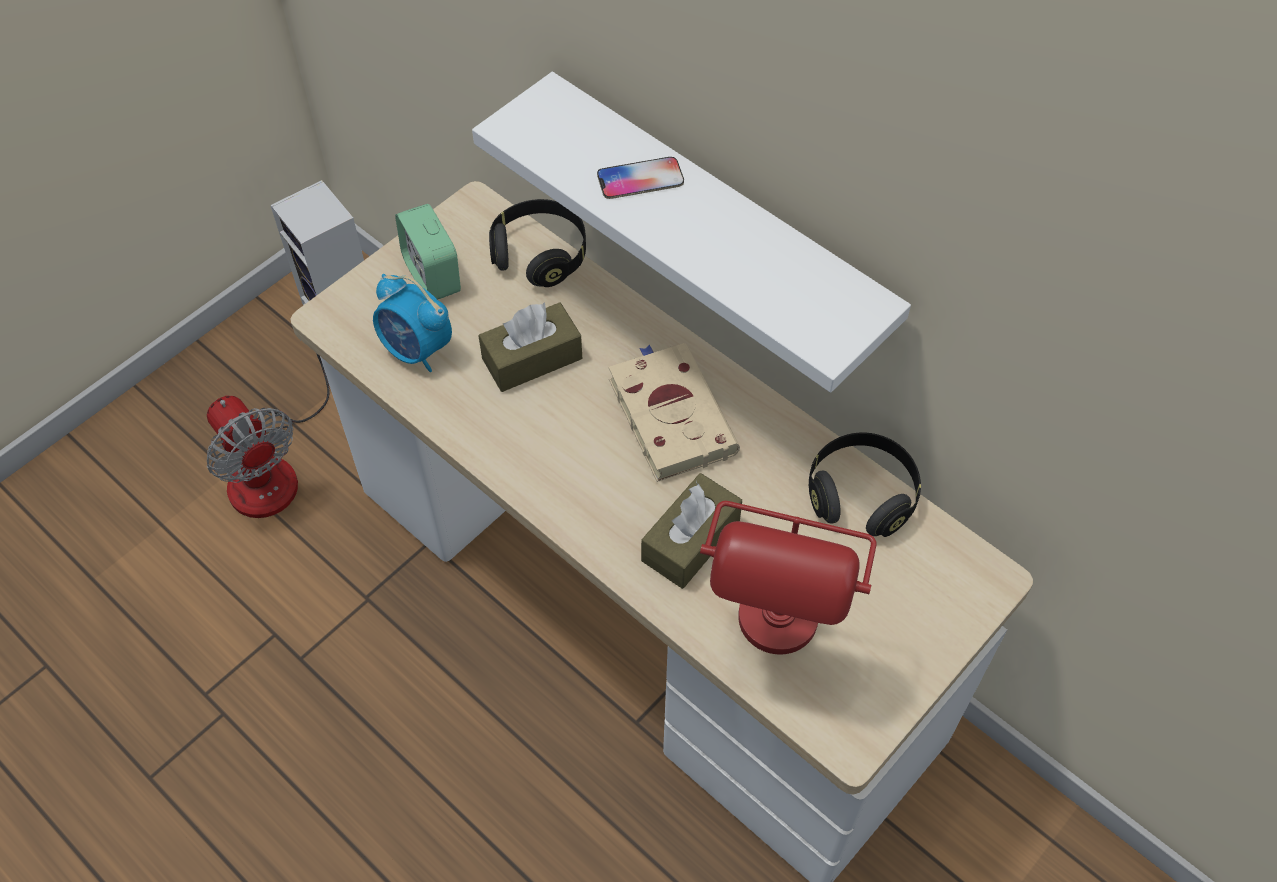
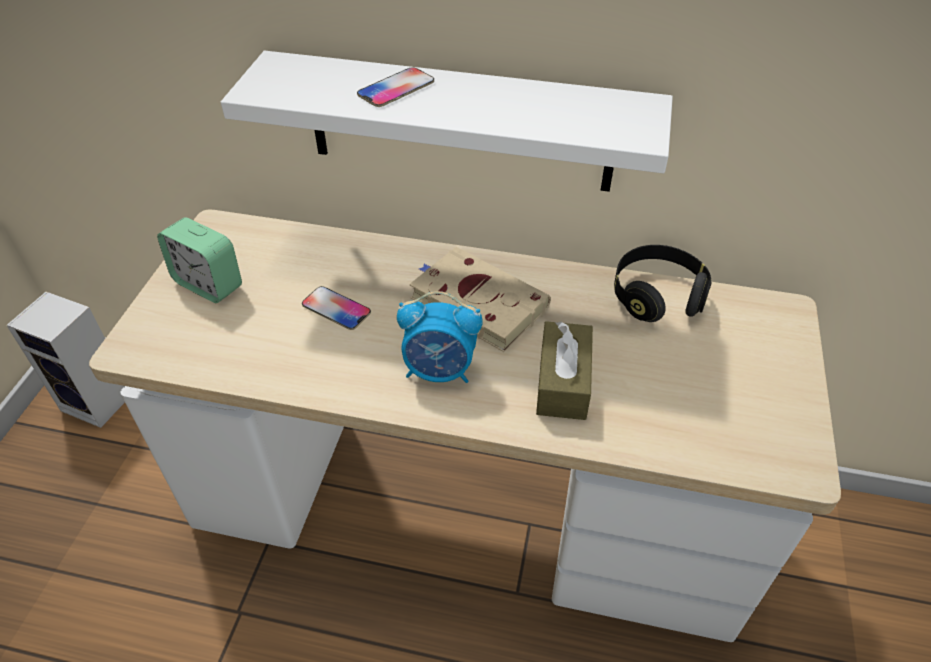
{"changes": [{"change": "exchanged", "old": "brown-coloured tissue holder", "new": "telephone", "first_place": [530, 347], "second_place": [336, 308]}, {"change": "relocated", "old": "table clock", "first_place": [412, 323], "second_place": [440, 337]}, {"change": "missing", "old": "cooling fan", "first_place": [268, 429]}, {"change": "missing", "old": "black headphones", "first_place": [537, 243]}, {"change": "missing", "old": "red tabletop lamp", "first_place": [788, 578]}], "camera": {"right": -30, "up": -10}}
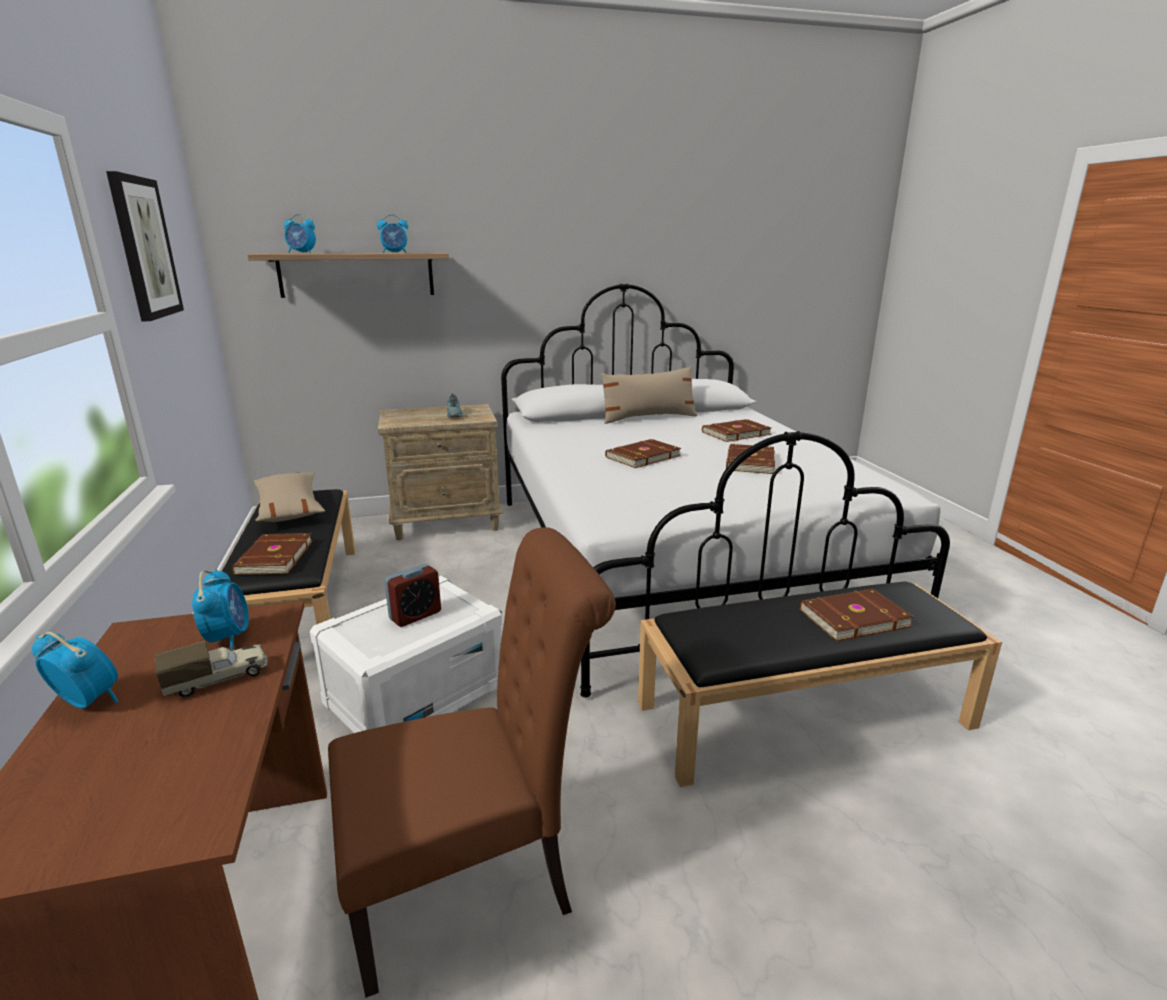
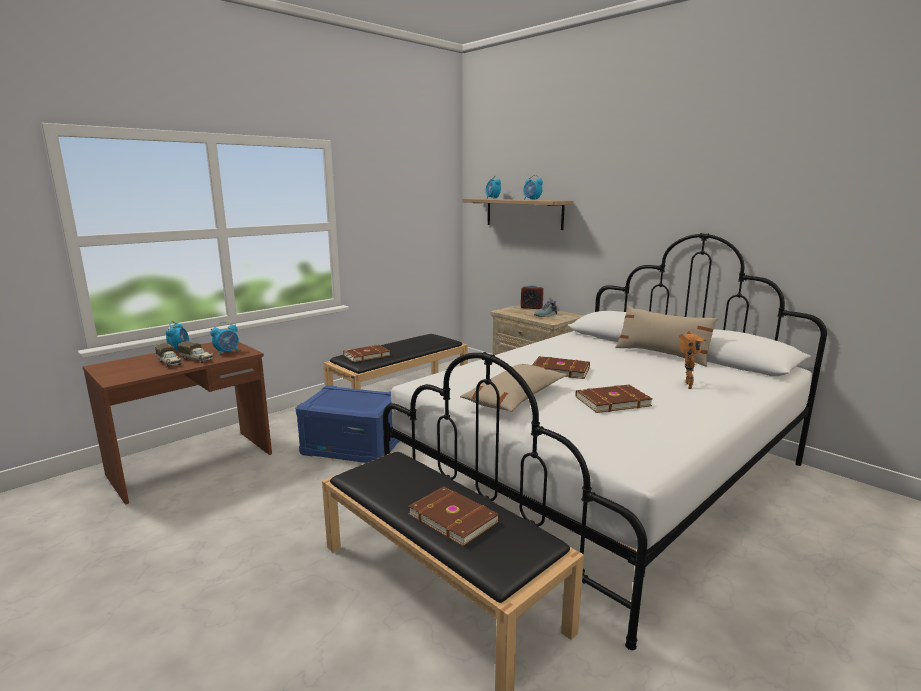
{"changes": [{"change": "appeared", "new": "toy truck", "second_place": [168, 355]}, {"change": "colour", "old": "white-coloured storage container", "new": "bluish storage container", "first_place": [406, 654], "second_place": [348, 424]}, {"change": "relocated", "old": "beige-coloured pillow", "first_place": [289, 497], "second_place": [513, 388]}, {"change": "relocated", "old": "table clock", "first_place": [412, 595], "second_place": [532, 297]}, {"change": "exchanged", "old": "brown-coloured volume", "new": "robot figure", "first_place": [736, 430], "second_place": [692, 360]}, {"change": "missing", "old": "wall picture", "first_place": [145, 246]}, {"change": "missing", "old": "brown-coloured upright chair", "first_place": [472, 762]}], "camera": {"right": 60, "up": -5}}
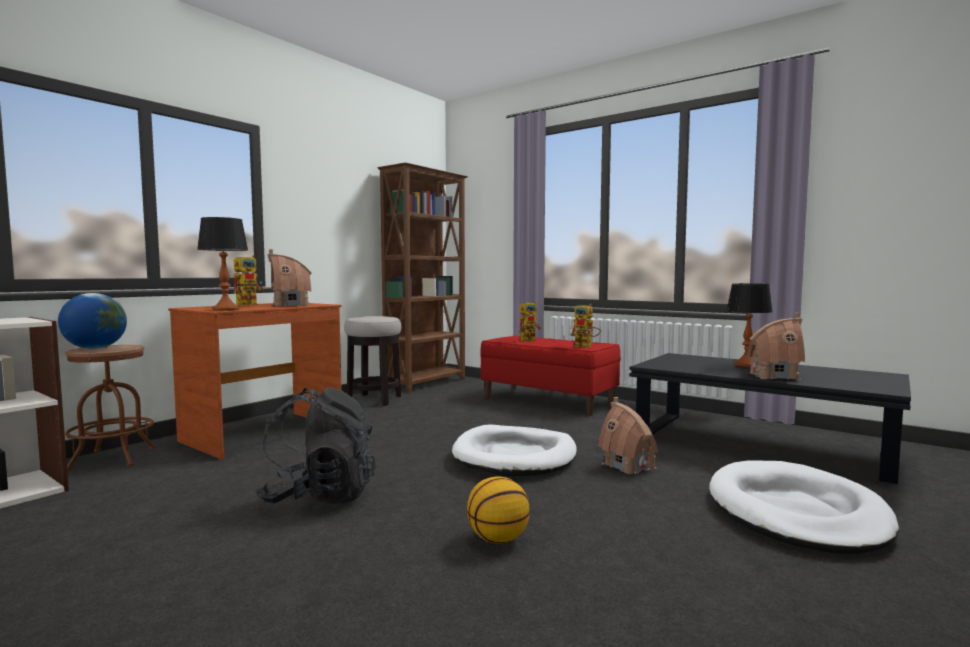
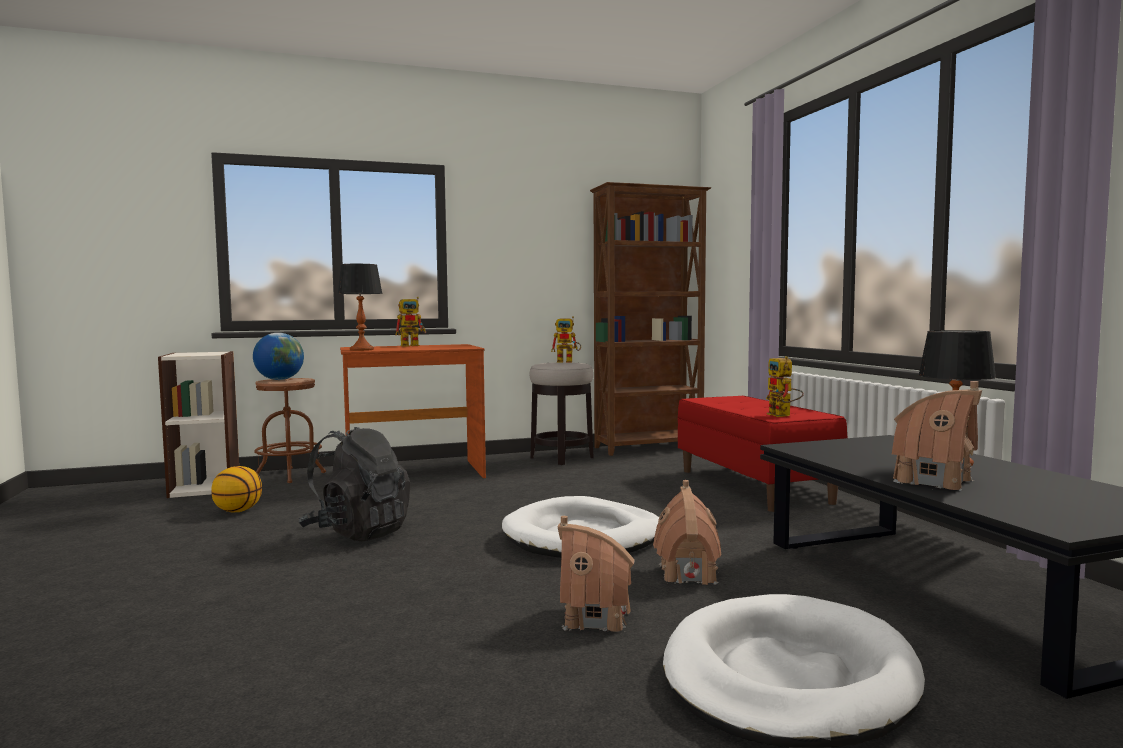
{"changes": [{"change": "relocated", "old": "ball for basketball", "first_place": [498, 509], "second_place": [236, 489]}, {"change": "relocated", "old": "robot figure", "first_place": [530, 321], "second_place": [566, 339]}, {"change": "relocated", "old": "toy house", "first_place": [289, 277], "second_place": [596, 574]}], "camera": {"right": 35, "up": 0}}
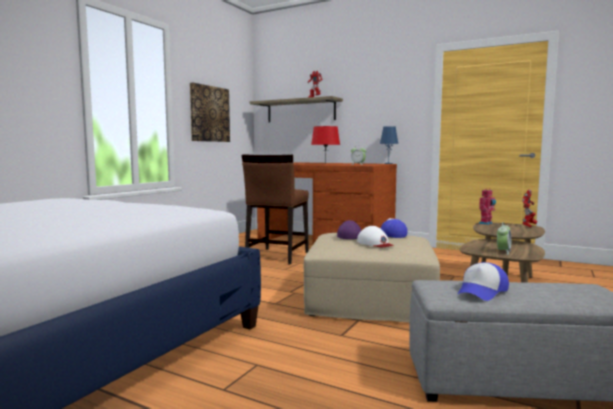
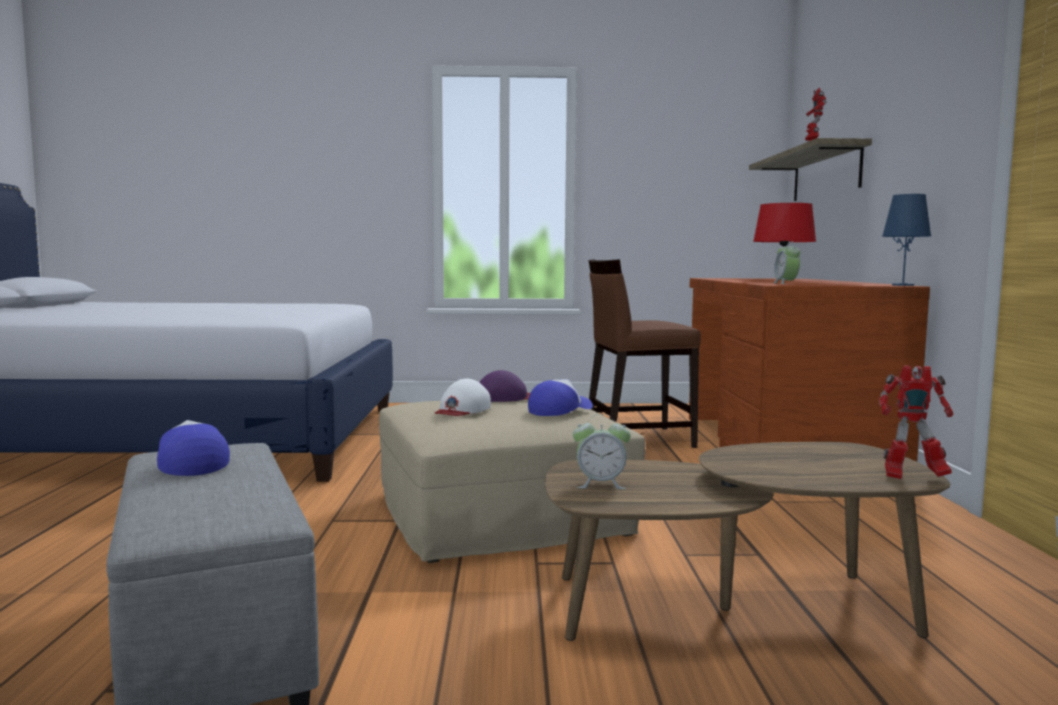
{"changes": [{"change": "spun", "old": "cap", "first_place": [483, 281], "second_place": [193, 448], "degrees": 45}, {"change": "missing", "old": "wall picture", "first_place": [210, 112]}, {"change": "missing", "old": "robot figure", "first_place": [487, 206]}], "camera": {"right": 60, "up": 0}}
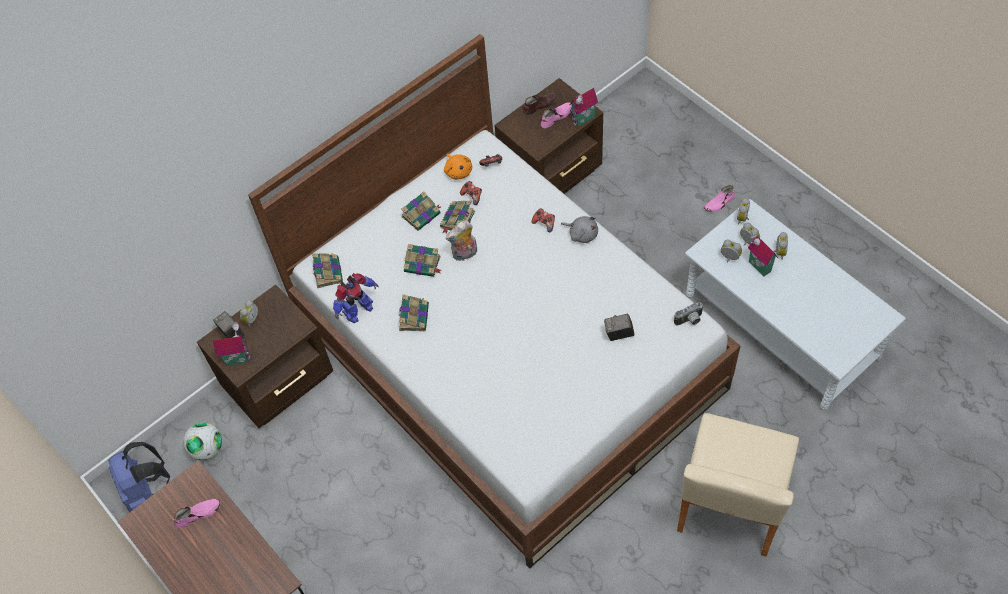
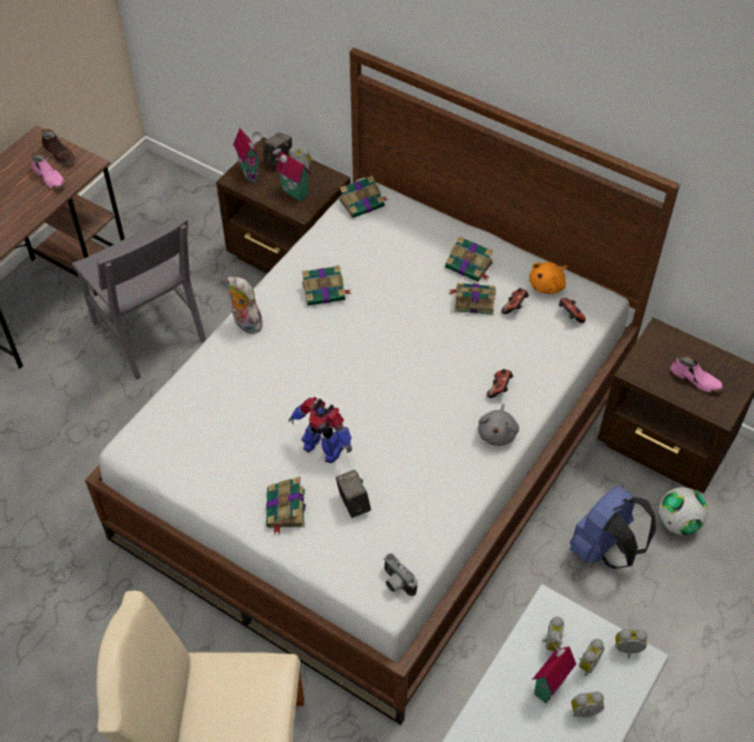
{"changes": [{"change": "relocated", "old": "brown-coloured item of footwear", "first_place": [540, 104], "second_place": [58, 147]}, {"change": "appeared", "new": "greyish upright chair", "second_place": [139, 298]}, {"change": "relocated", "old": "soft toy", "first_place": [461, 241], "second_place": [245, 305]}, {"change": "relocated", "old": "volume", "first_place": [422, 260], "second_place": [286, 505]}, {"change": "relocated", "old": "toy house", "first_place": [584, 107], "second_place": [291, 174]}, {"change": "relocated", "old": "robot figure", "first_place": [355, 298], "second_place": [320, 430]}, {"change": "relocated", "old": "bluish backpack", "first_place": [139, 477], "second_place": [613, 527]}, {"change": "relocated", "old": "football ball", "first_place": [202, 441], "second_place": [683, 511]}, {"change": "missing", "old": "pink-coloured item of footwear", "first_place": [719, 198]}], "camera": {"right": 70, "up": -5}}
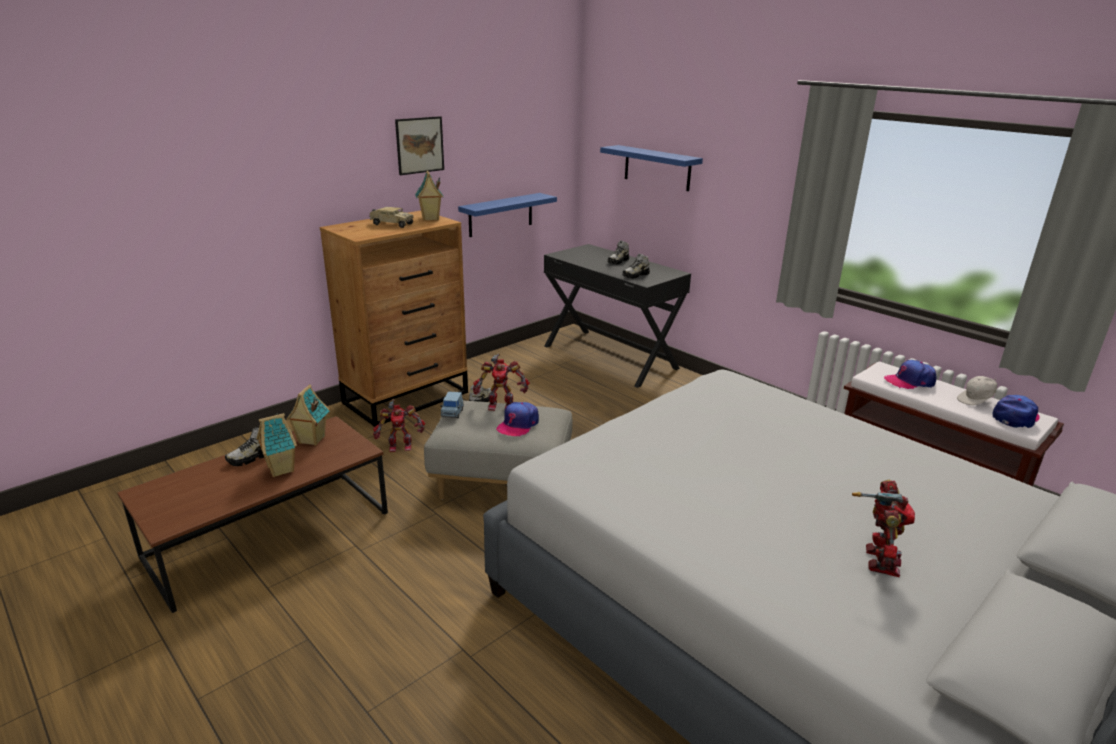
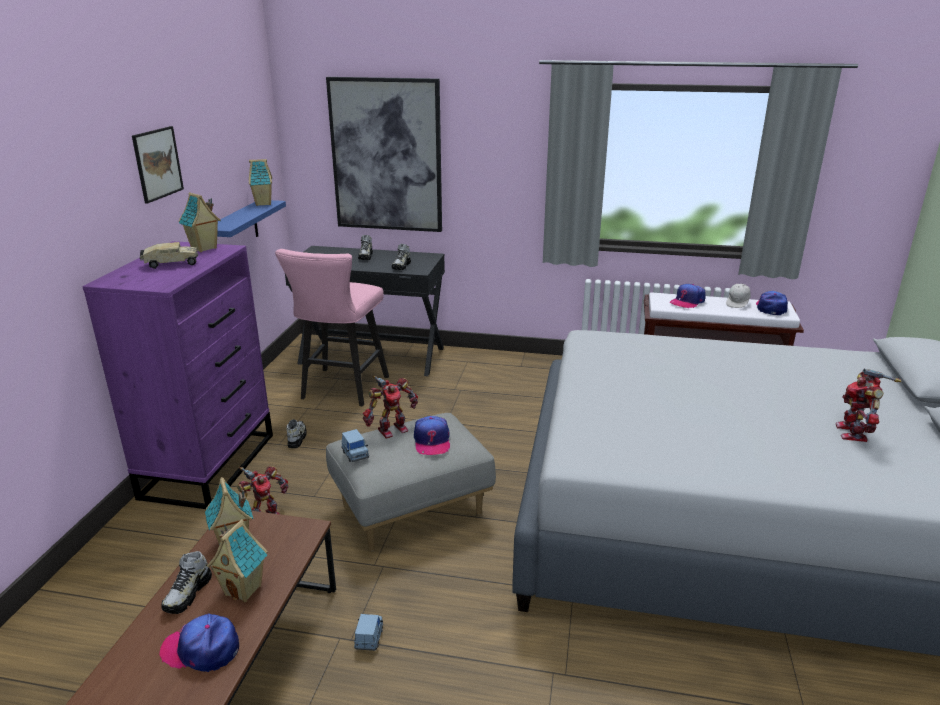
{"changes": [{"change": "colour", "old": "brown-coloured chest of drawers", "new": "purplish chest of drawers", "first_place": [394, 318], "second_place": [178, 375]}, {"change": "appeared", "new": "cap", "second_place": [199, 643]}, {"change": "appeared", "new": "toy house", "second_place": [260, 182]}, {"change": "appeared", "new": "pink-coloured sitting stool", "second_place": [332, 327]}, {"change": "exchanged", "old": "bluish wall shelf", "new": "wall picture", "first_place": [651, 168], "second_place": [384, 154]}, {"change": "appeared", "new": "bluish model car", "second_place": [368, 632]}, {"change": "spun", "old": "robot figure", "first_place": [883, 528], "second_place": [868, 405], "degrees": -150}], "camera": {"right": -35, "up": 0}}
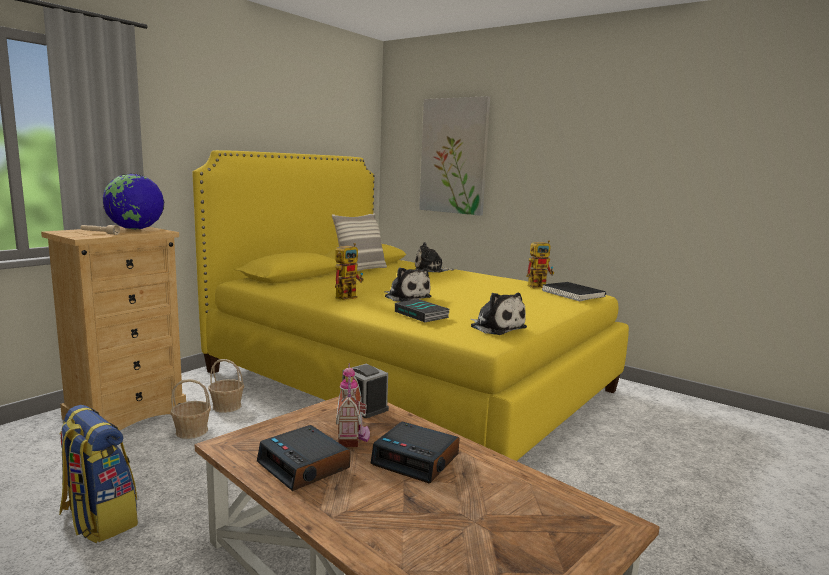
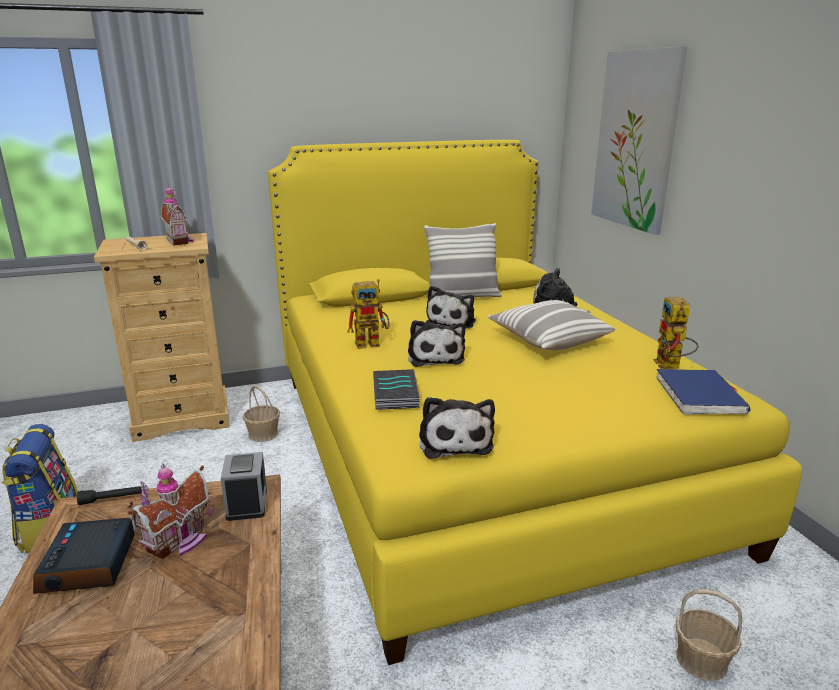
{"changes": [{"change": "appeared", "new": "black flashlight", "second_place": [109, 495]}, {"change": "exchanged", "old": "world globe", "new": "toy house", "first_place": [133, 201], "second_place": [177, 215]}, {"change": "appeared", "new": "soft toy", "second_place": [451, 307]}, {"change": "appeared", "new": "pillow", "second_place": [551, 325]}, {"change": "spun", "old": "robot figure", "first_place": [540, 264], "second_place": [676, 333], "degrees": 75}, {"change": "colour", "old": "black volume", "new": "bluish volume", "first_place": [574, 291], "second_place": [704, 392]}, {"change": "relocated", "old": "household basket", "first_place": [190, 409], "second_place": [709, 635]}, {"change": "missing", "old": "table clock", "first_place": [415, 452]}], "camera": {"right": 35, "up": 10}}
